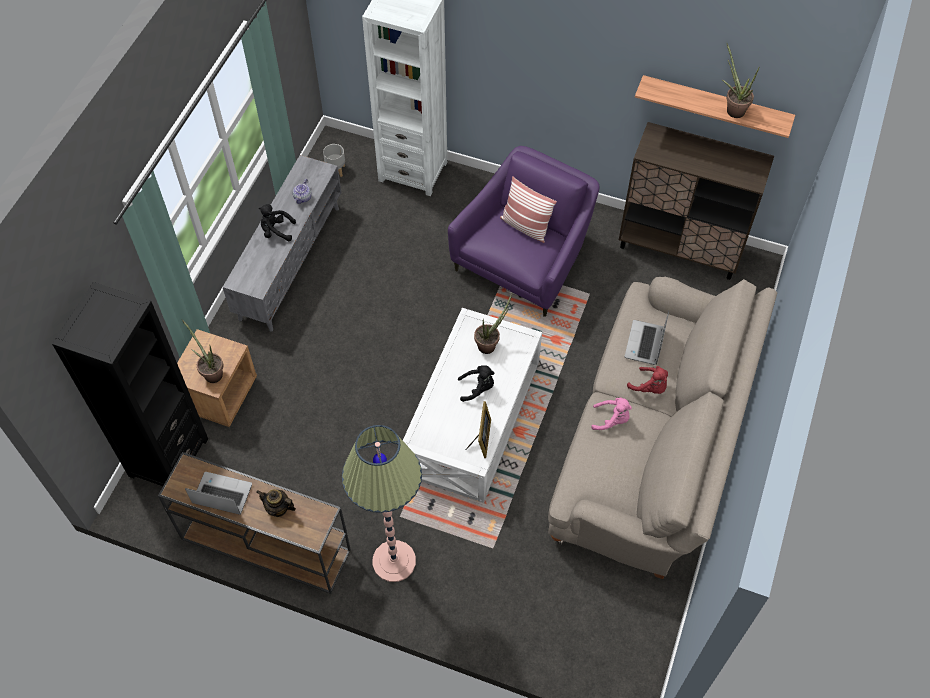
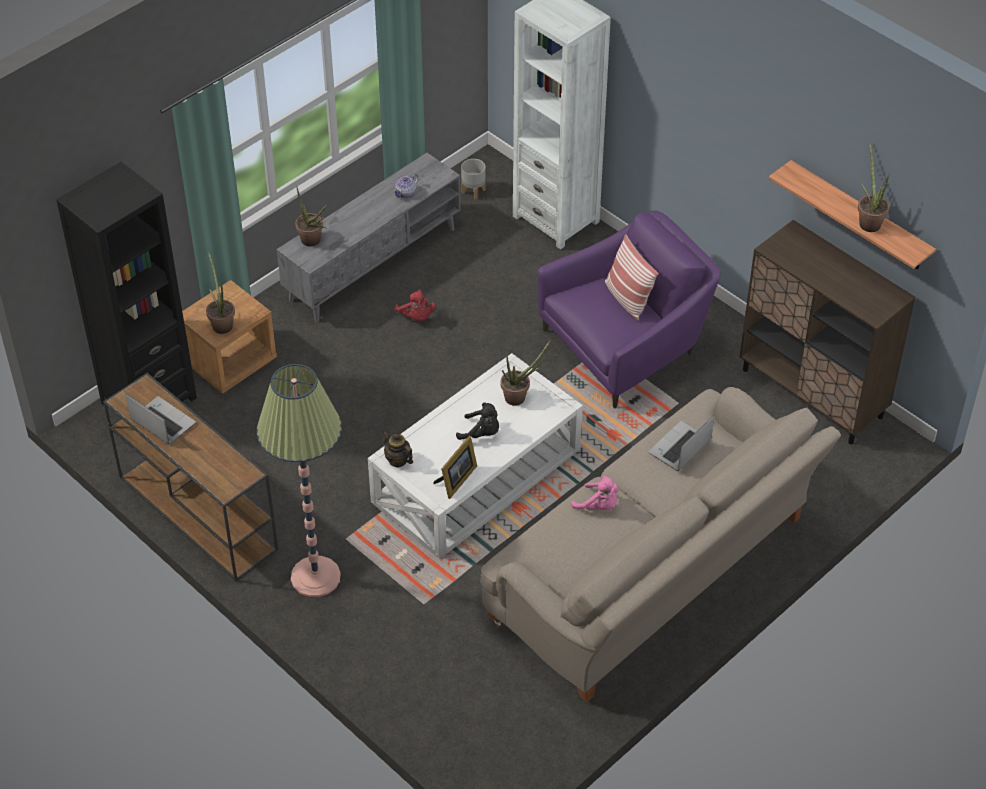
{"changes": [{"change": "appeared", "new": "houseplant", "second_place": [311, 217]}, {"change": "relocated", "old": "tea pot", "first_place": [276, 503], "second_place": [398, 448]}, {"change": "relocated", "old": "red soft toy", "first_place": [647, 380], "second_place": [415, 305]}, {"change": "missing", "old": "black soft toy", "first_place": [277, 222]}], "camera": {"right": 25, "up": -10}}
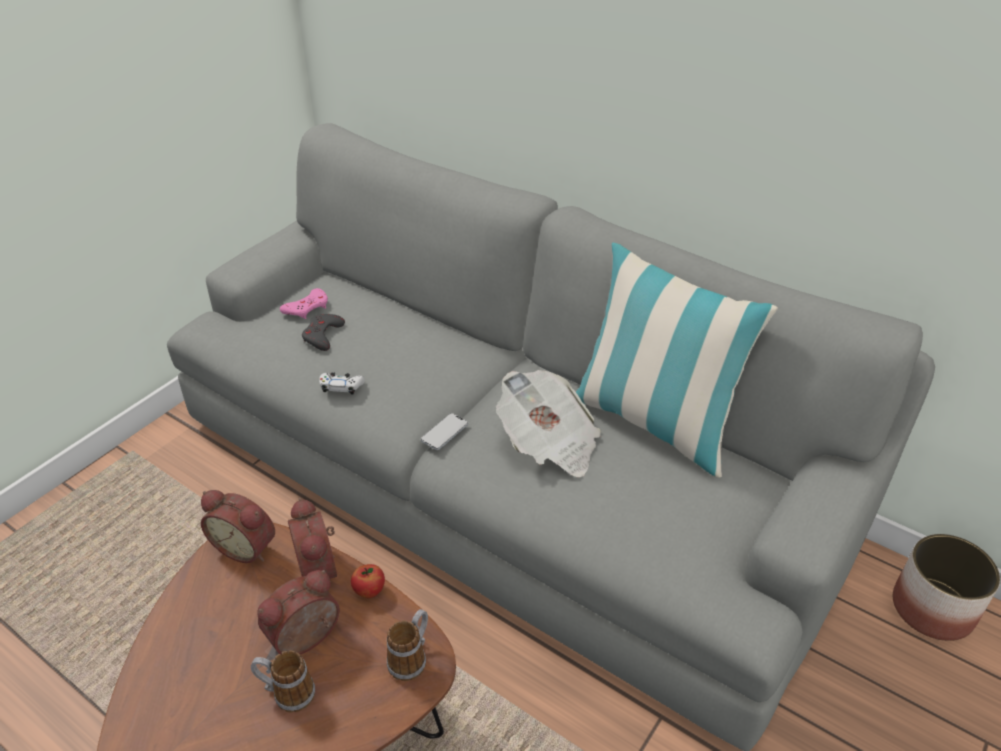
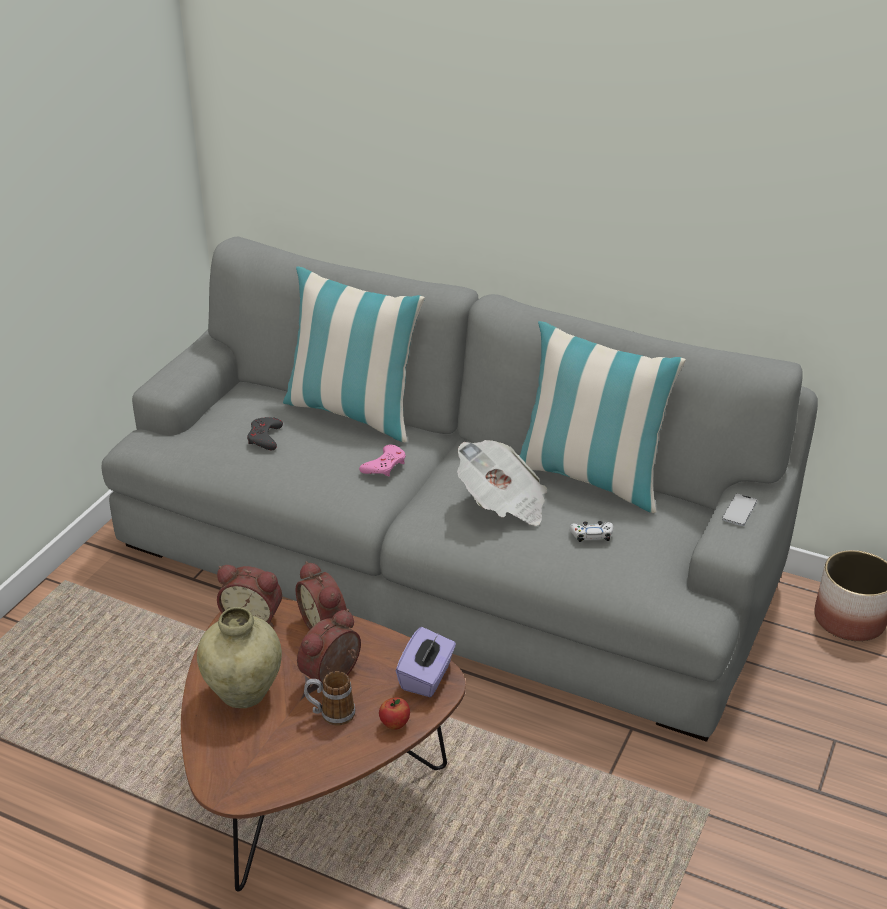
{"changes": [{"change": "appeared", "new": "beige-coloured vase", "second_place": [239, 657]}, {"change": "appeared", "new": "pillow", "second_place": [354, 354]}, {"change": "relocated", "old": "pink-coloured game controller", "first_place": [304, 303], "second_place": [382, 460]}, {"change": "relocated", "old": "apple fruit", "first_place": [368, 581], "second_place": [394, 713]}, {"change": "exchanged", "old": "mug", "new": "purplish tissue holder", "first_place": [407, 645], "second_place": [426, 662]}, {"change": "relocated", "old": "white-coloured game controller", "first_place": [342, 383], "second_place": [591, 531]}, {"change": "relocated", "old": "telephone", "first_place": [444, 431], "second_place": [739, 510]}], "camera": {"right": -10, "up": -5}}
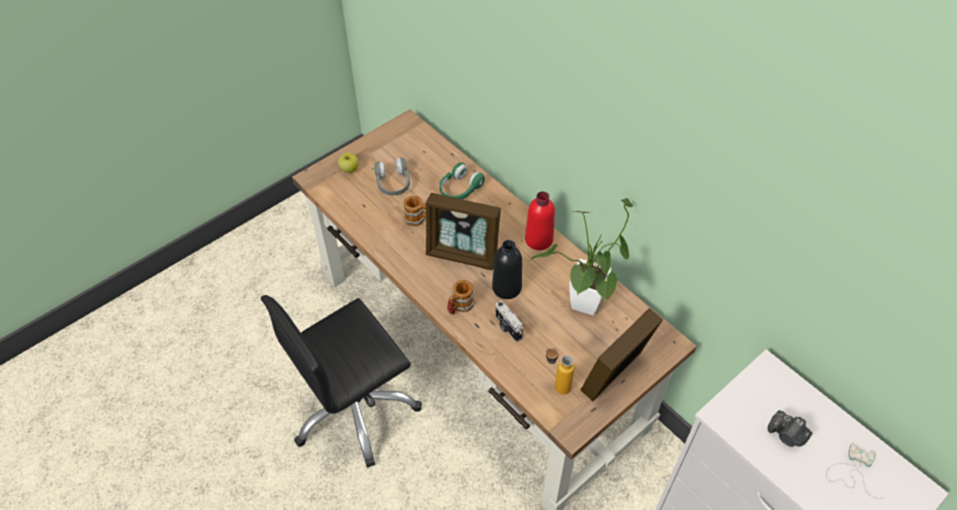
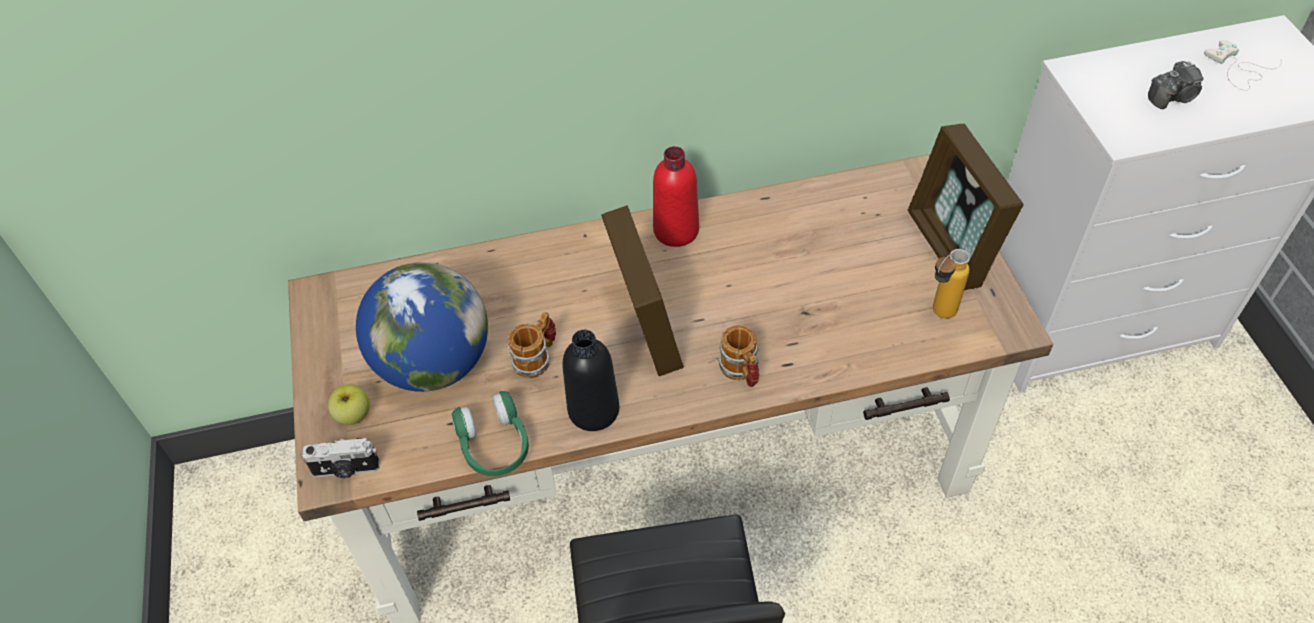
{"changes": [{"change": "relocated", "old": "photo camera", "first_place": [509, 321], "second_place": [341, 458]}, {"change": "exchanged", "old": "greyish headphones", "new": "world globe", "first_place": [392, 176], "second_place": [422, 327]}, {"change": "relocated", "old": "greenish headphones", "first_place": [462, 180], "second_place": [490, 433]}, {"change": "relocated", "old": "black bottle", "first_place": [507, 269], "second_place": [590, 380]}, {"change": "spun", "old": "photo frame", "first_place": [463, 231], "second_place": [642, 290], "degrees": -60}, {"change": "missing", "old": "houseplant", "first_place": [581, 256]}], "camera": {"right": -60, "up": 0}}
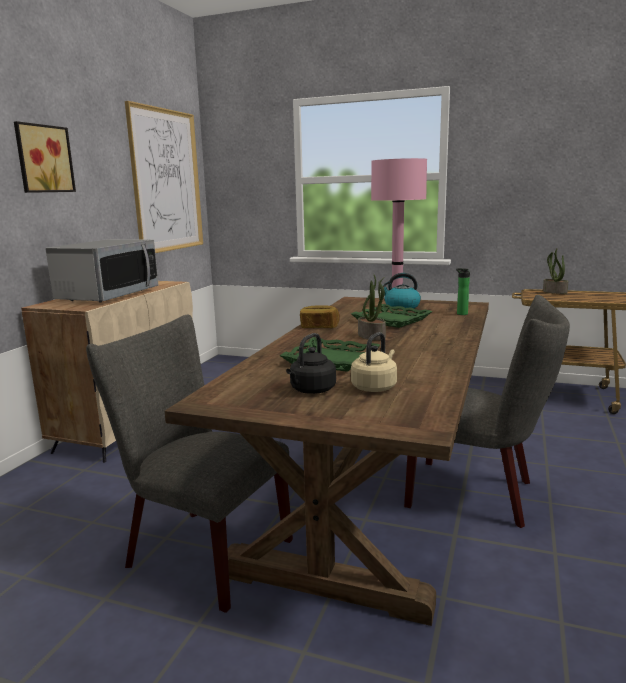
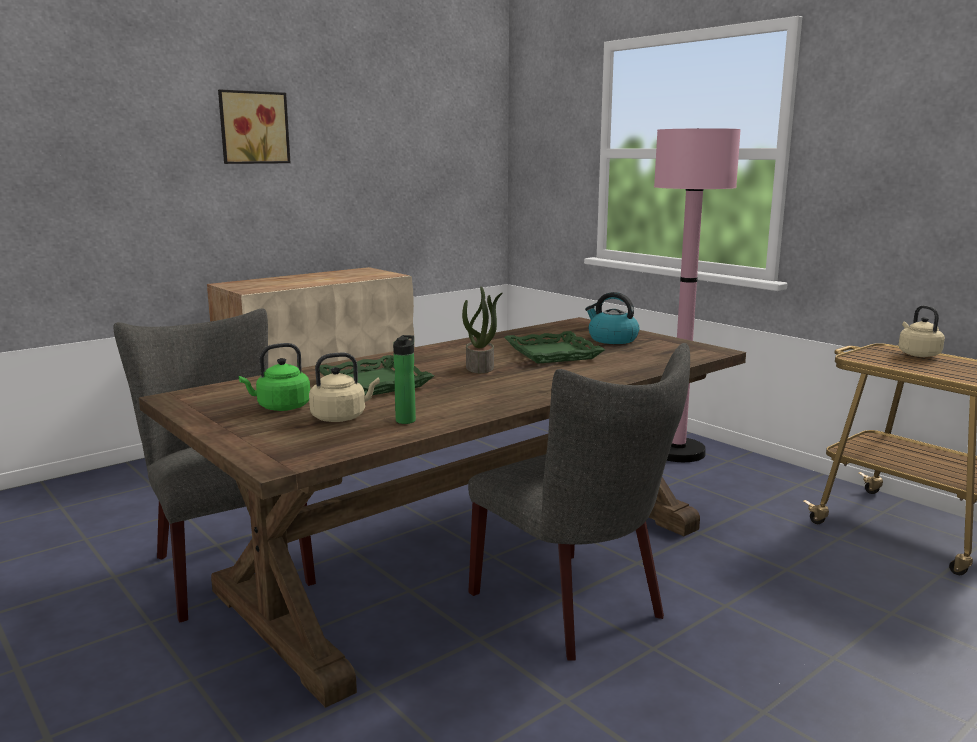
{"changes": [{"change": "colour", "old": "black kettle", "new": "greenish kettle", "first_place": [311, 363], "second_place": [274, 377]}, {"change": "relocated", "old": "bottle", "first_place": [463, 291], "second_place": [404, 379]}, {"change": "exchanged", "old": "houseplant", "new": "beige-coloured kettle", "first_place": [555, 271], "second_place": [921, 331]}, {"change": "missing", "old": "microwave oven", "first_place": [101, 270]}, {"change": "missing", "old": "wall picture", "first_place": [164, 177]}, {"change": "missing", "old": "bread", "first_place": [320, 317]}], "camera": {"right": 30, "up": 0}}
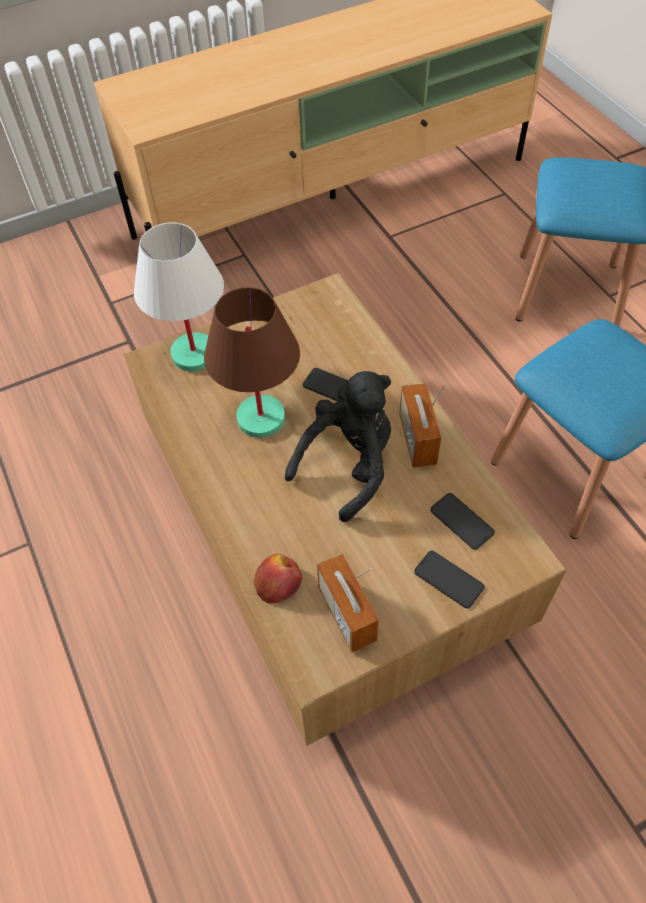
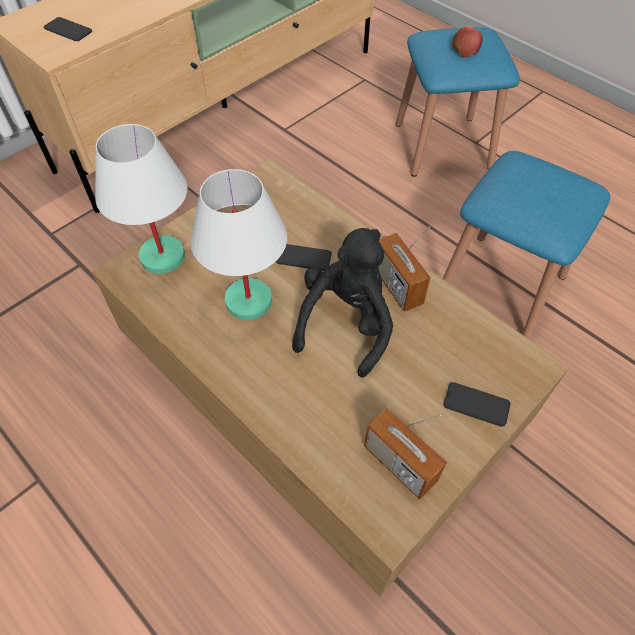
{"changes": [{"change": "relocated", "old": "telephone", "first_place": [463, 521], "second_place": [68, 29]}, {"change": "colour", "old": "brown-coloured tabletop lamp", "new": "white-coloured tabletop lamp", "first_place": [252, 362], "second_place": [238, 244]}, {"change": "relocated", "old": "apple fruit", "first_place": [277, 578], "second_place": [467, 42]}], "camera": {"right": -20, "up": 0}}
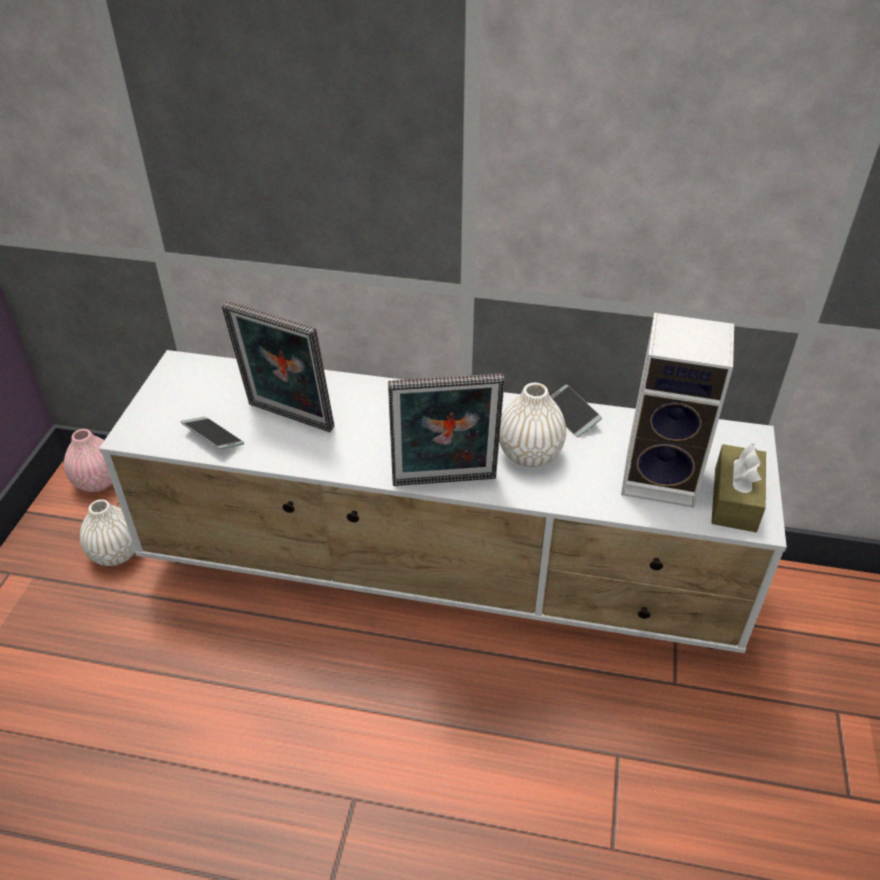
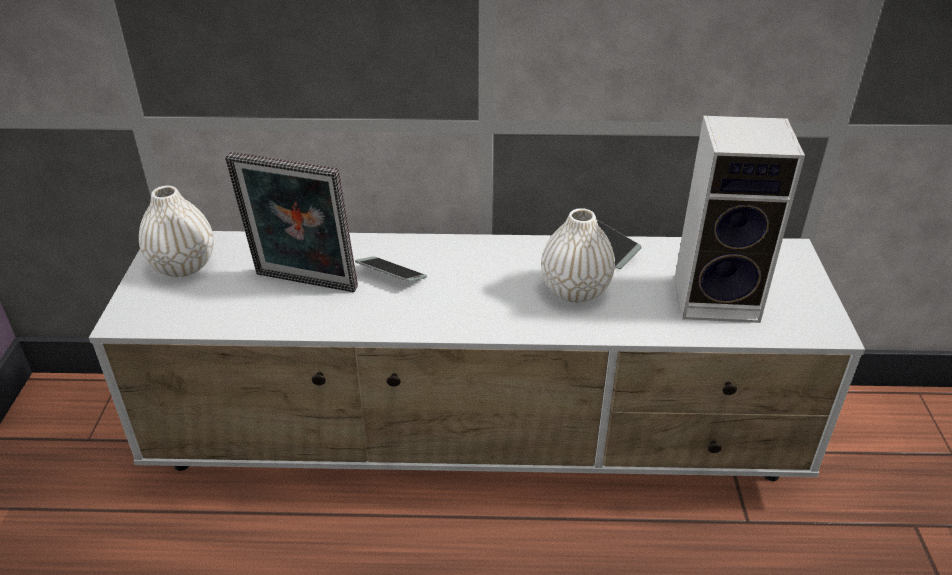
{"changes": [{"change": "relocated", "old": "white-coloured vase", "first_place": [108, 532], "second_place": [176, 231]}, {"change": "relocated", "old": "telephone", "first_place": [212, 433], "second_place": [391, 269]}, {"change": "missing", "old": "pink-coloured vase", "first_place": [88, 460]}, {"change": "missing", "old": "photo frame", "first_place": [446, 430]}, {"change": "missing", "old": "brown-coloured tissue holder", "first_place": [738, 487]}], "camera": {"right": -10, "up": -5}}
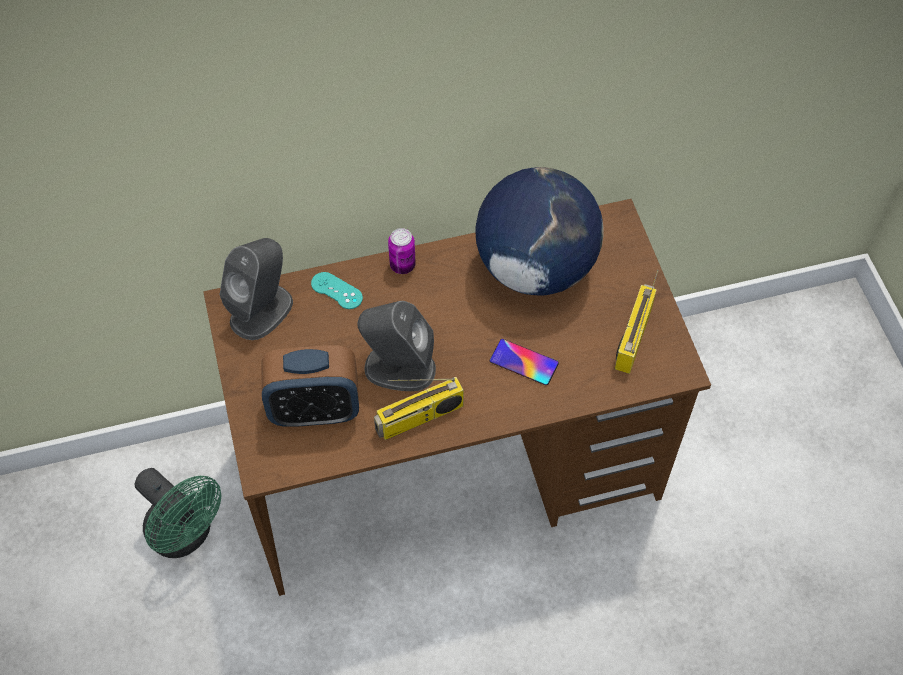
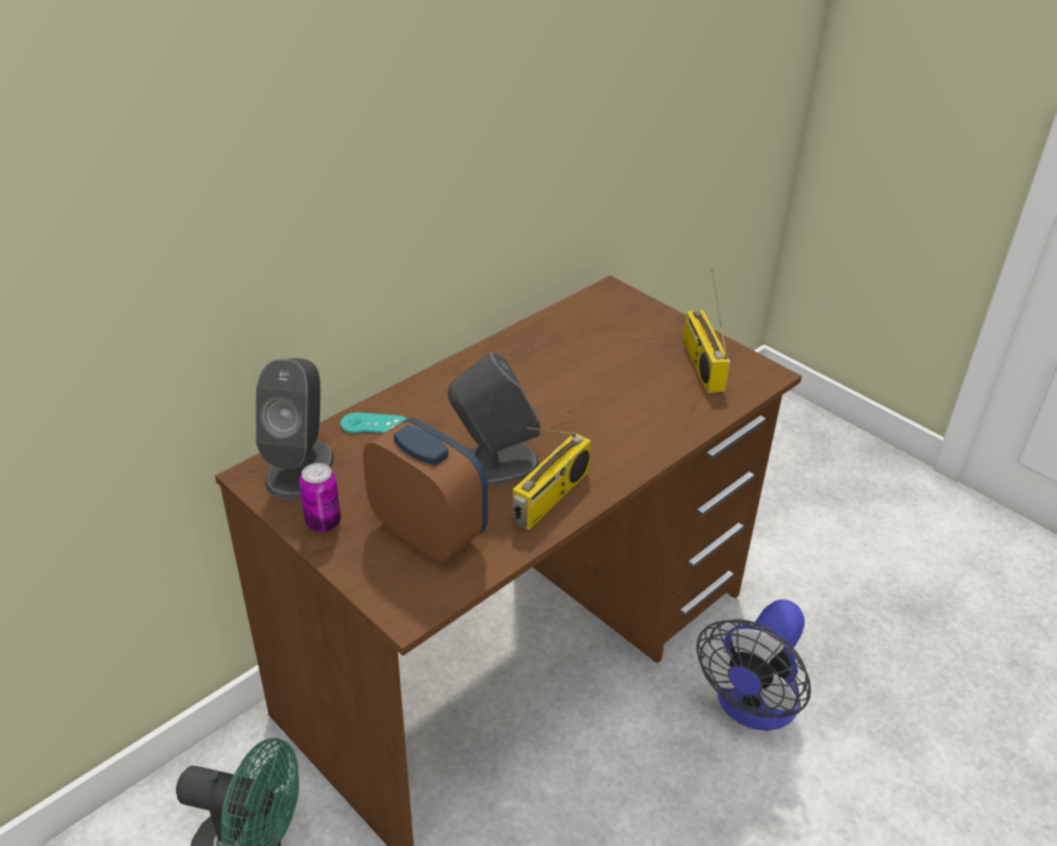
{"changes": [{"change": "relocated", "old": "can", "first_place": [402, 251], "second_place": [320, 497]}, {"change": "spun", "old": "table clock", "first_place": [310, 386], "second_place": [425, 489], "degrees": -105}, {"change": "appeared", "new": "cooling fan", "second_place": [753, 665]}, {"change": "missing", "old": "world globe", "first_place": [539, 231]}, {"change": "missing", "old": "telephone", "first_place": [524, 362]}], "camera": {"right": -30, "up": -20}}
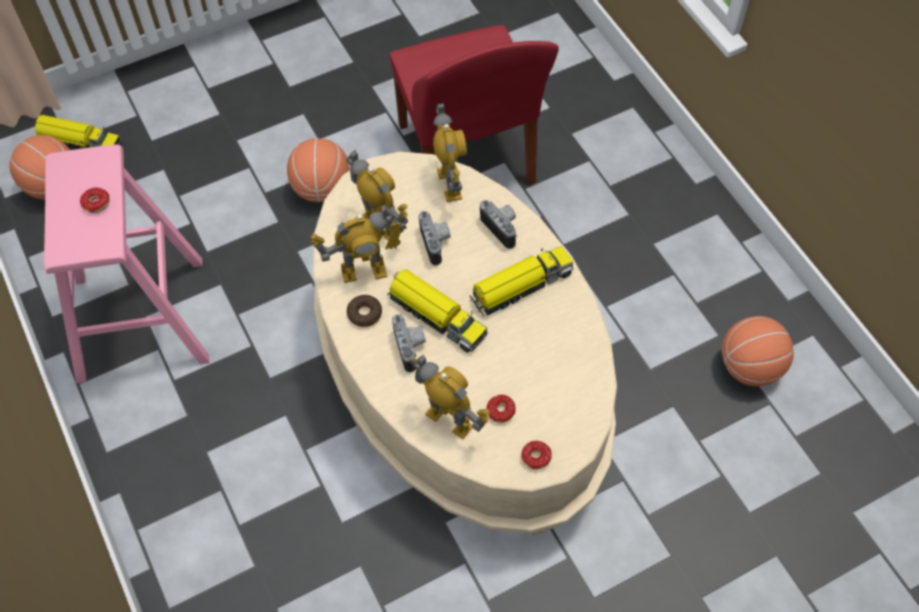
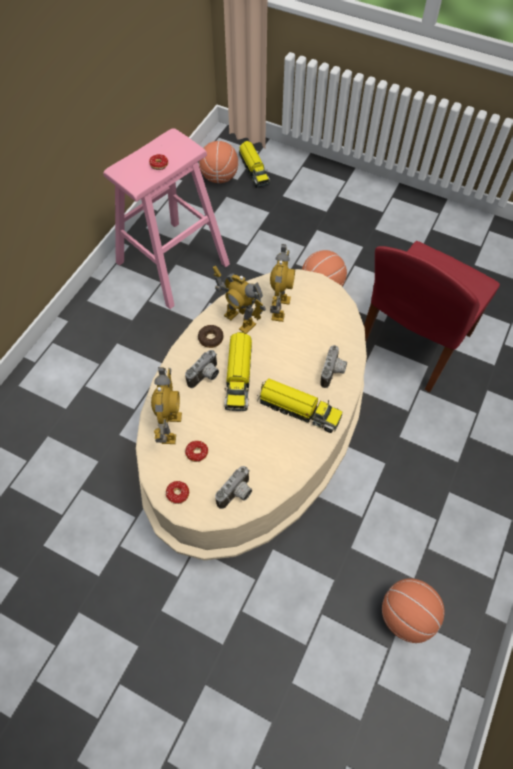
{"changes": [{"change": "relocated", "old": "photo camera", "first_place": [435, 238], "second_place": [233, 487]}, {"change": "missing", "old": "robot figure", "first_place": [450, 152]}], "camera": {"right": 55, "up": 0}}
